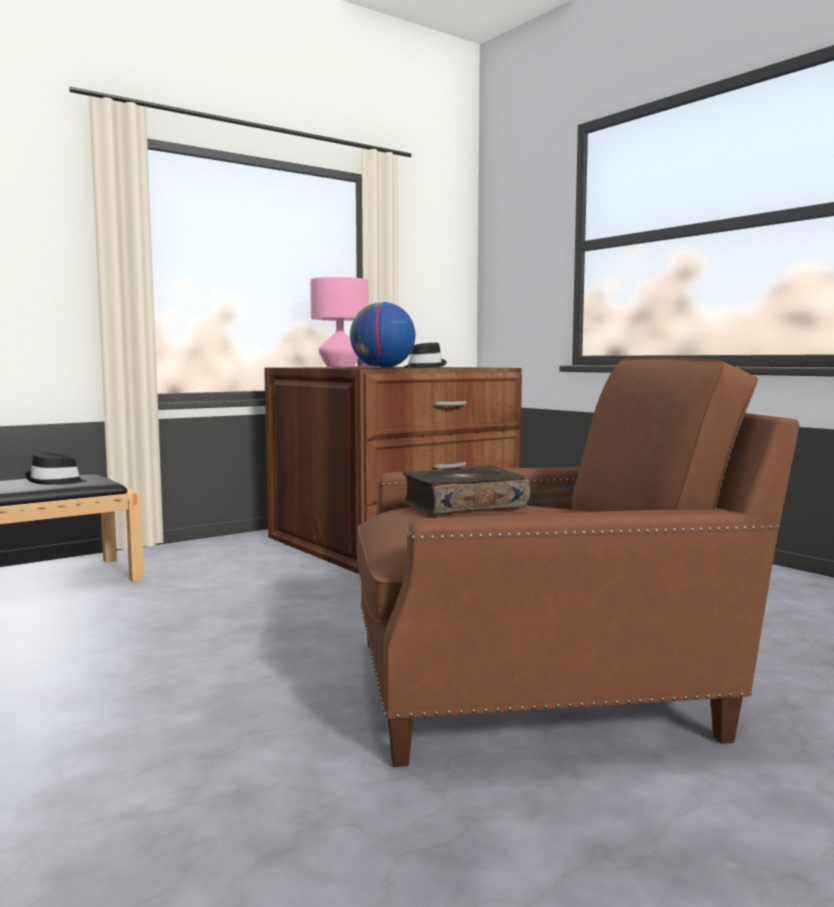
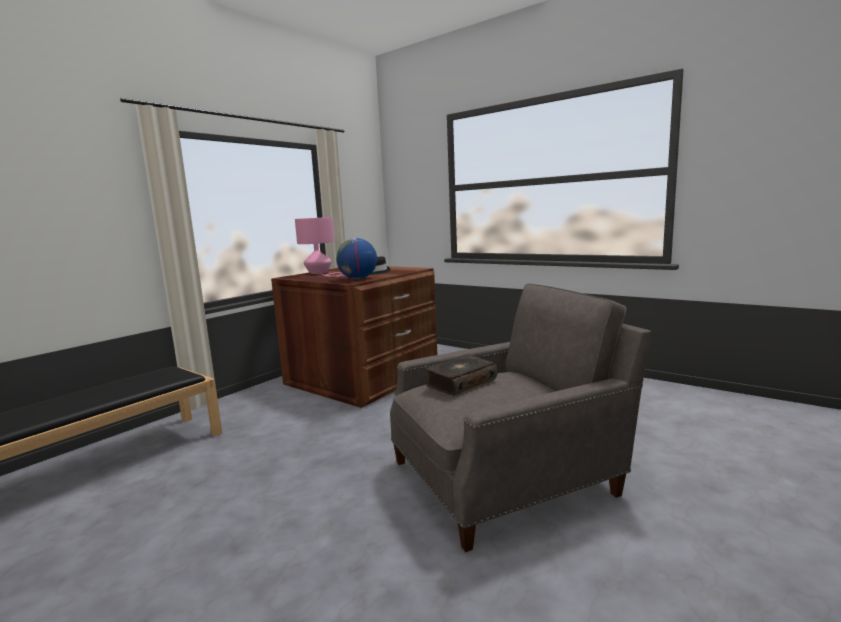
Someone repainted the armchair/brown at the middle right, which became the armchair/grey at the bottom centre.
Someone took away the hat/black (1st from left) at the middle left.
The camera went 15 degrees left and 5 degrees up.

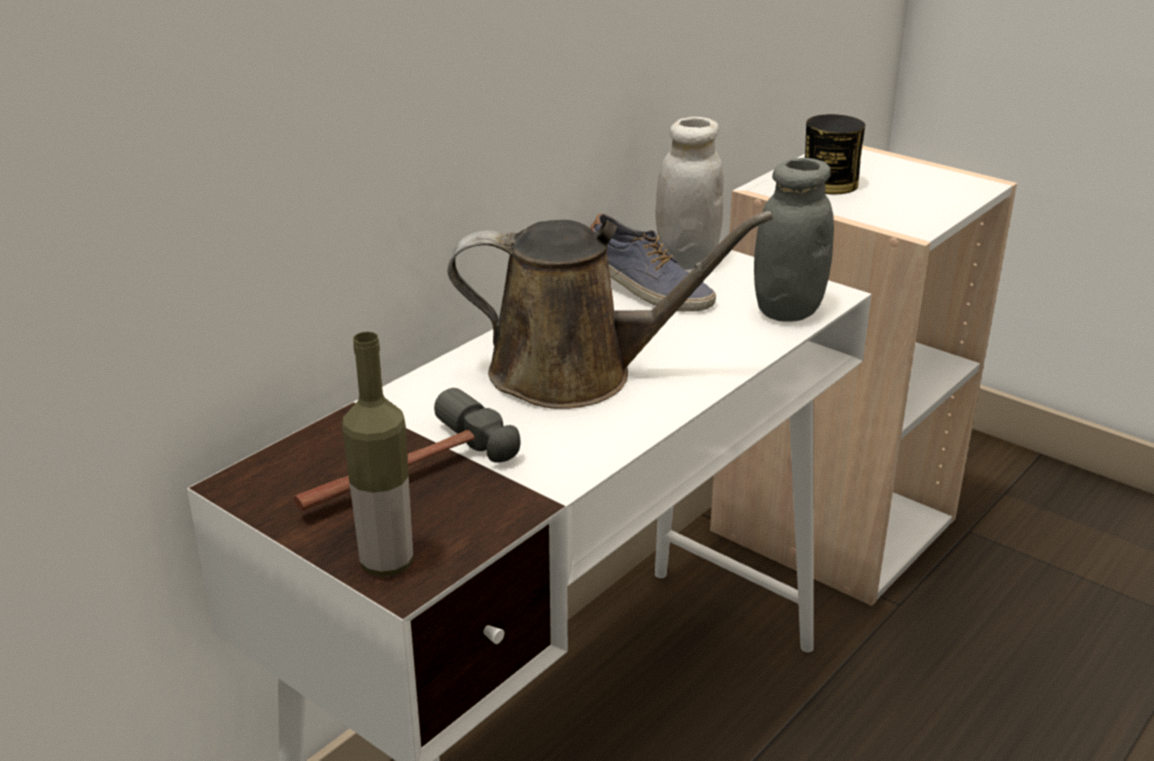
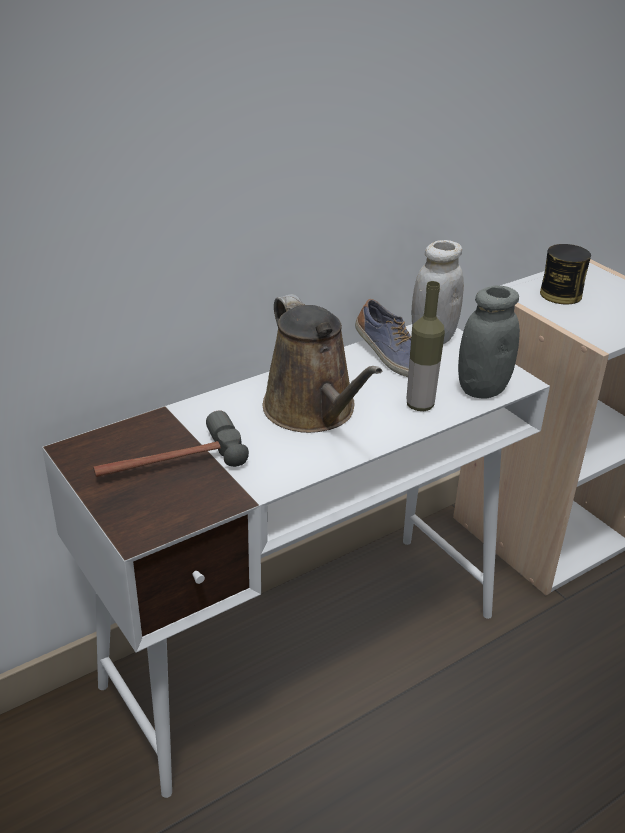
Someone rotated the watering can/brown at the centre by 45 degrees clockwise.
Someone carried the bottle from the middle left to the middle right.
The camera went 15 degrees right and 5 degrees up.

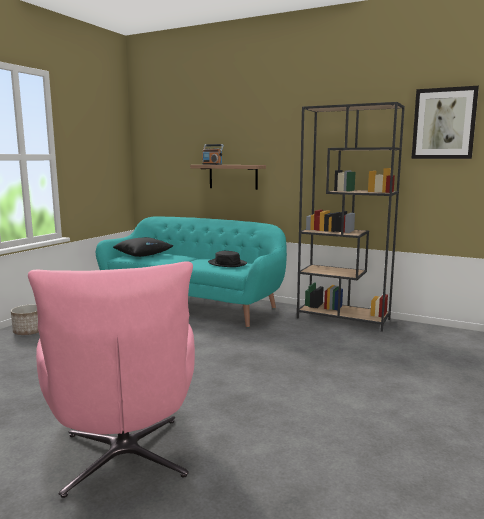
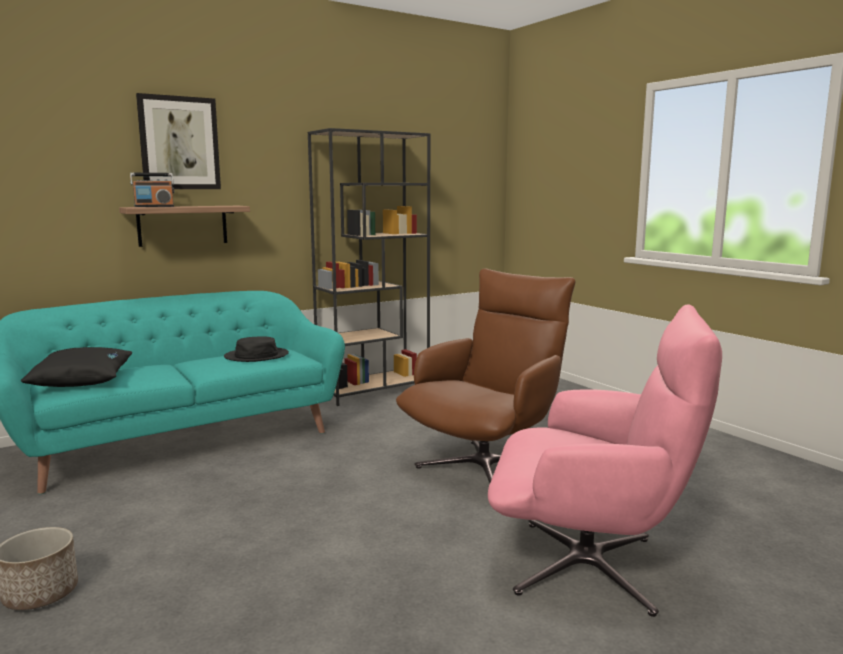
Someone carried the picture from the top right to the top left.
Someone put down the armchair/brown at the centre.
The camera went 60 degrees left and 0 degrees up.

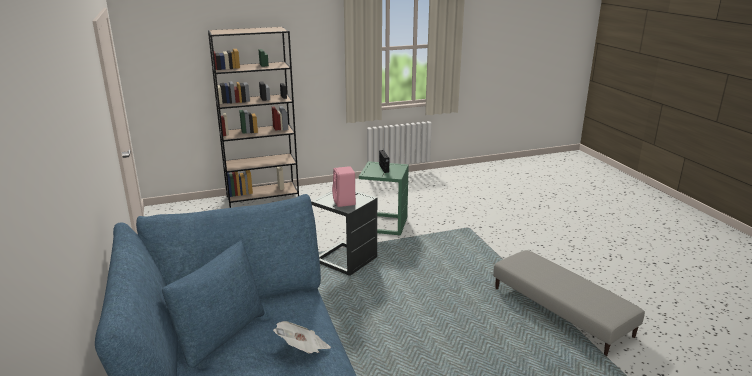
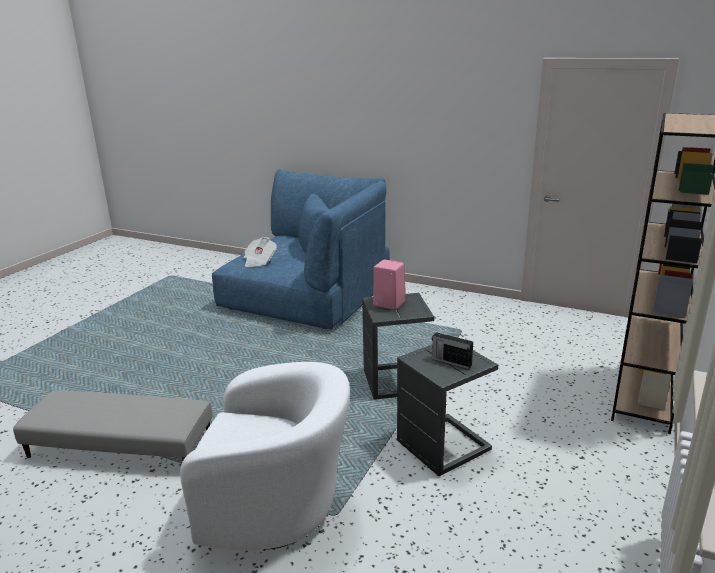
Someone repainted the side table/green at the centre, which became the side table/grey (2nd from left) at the bottom centre.
Someone put down the armchair/white at the bottom centre.
The camera went 135 degrees right and 0 degrees up.

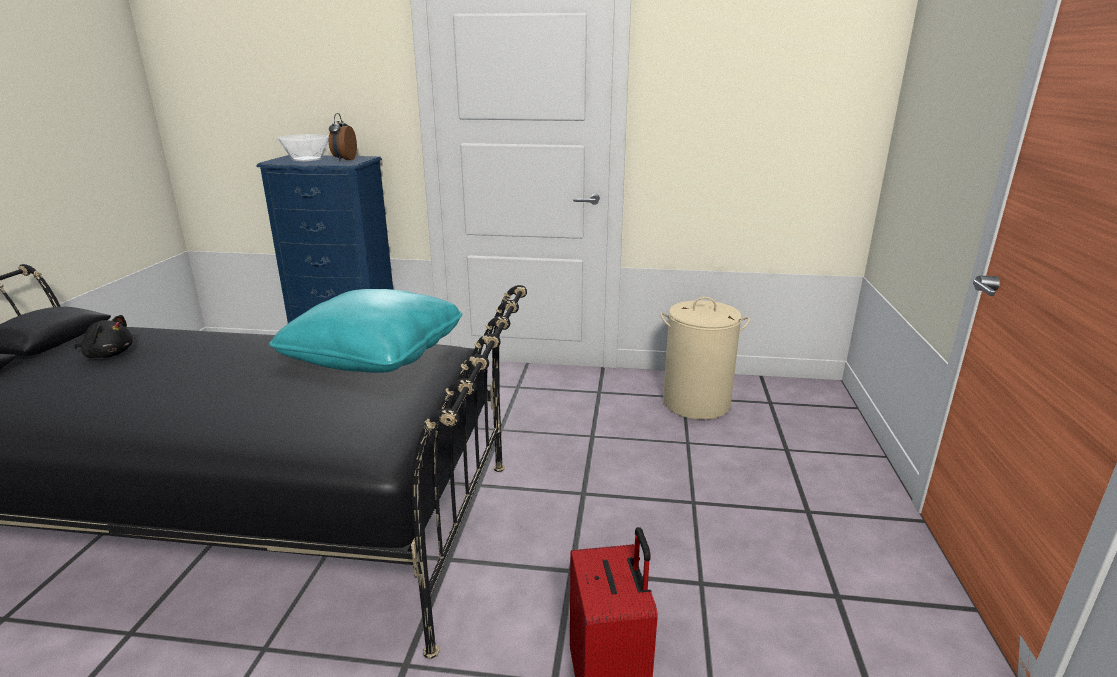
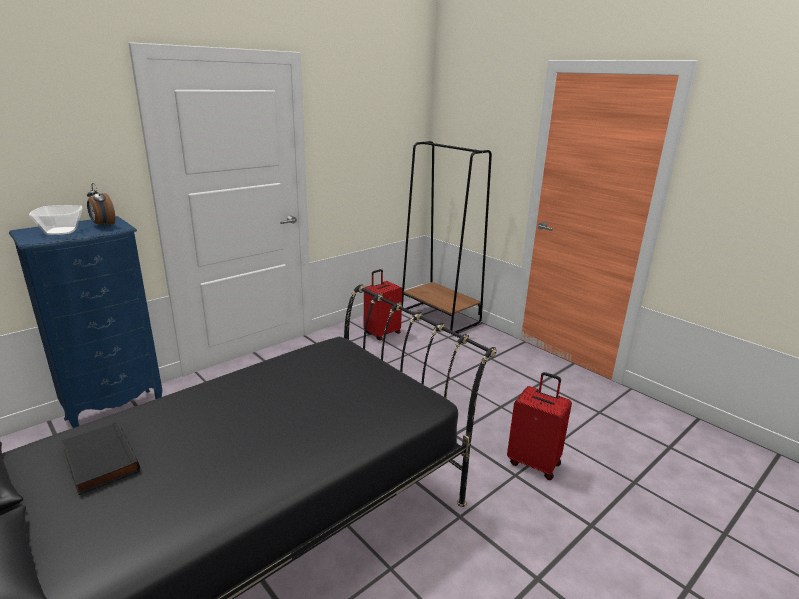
Someone took away the pillow/turquoise at the middle left.
Someone swapped the laundry basket/beige at the centre for the suitcase/red (1st from left) at the centre.
Someone swapped the plush toy/black at the middle left for the book/black at the bottom left.
Someone put down the clothes rack at the centre.
The camera went 50 degrees left and 0 degrees up.

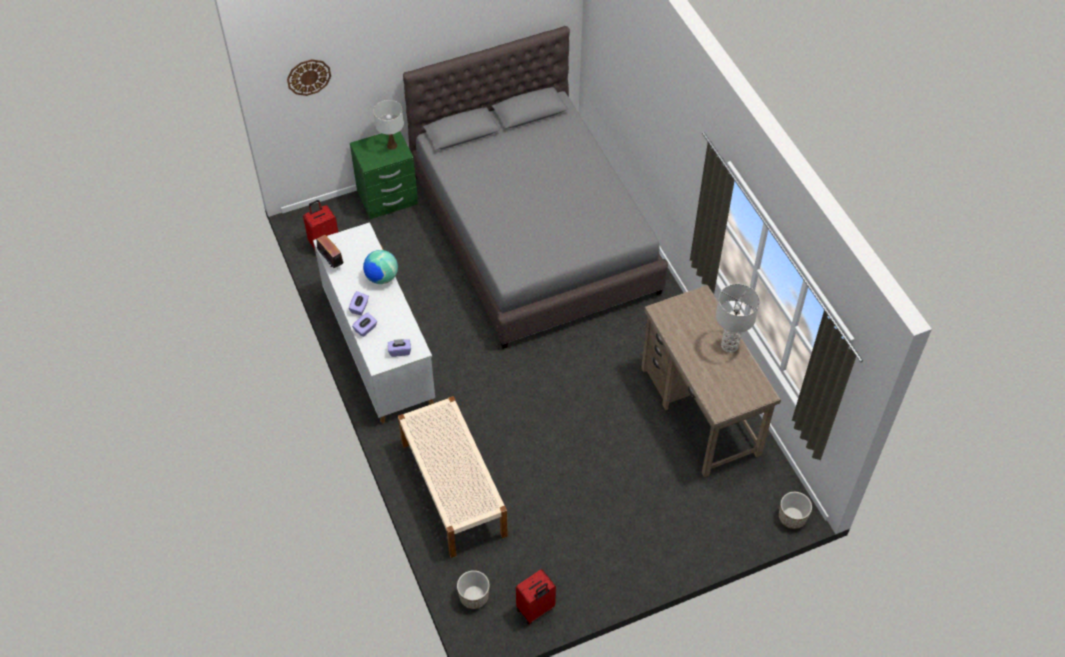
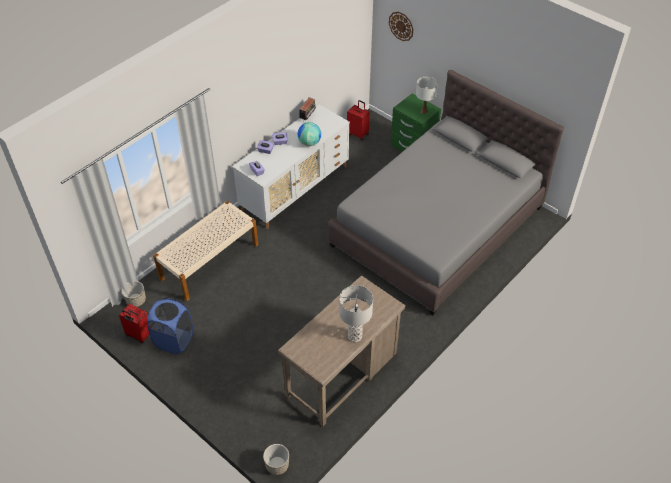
Someone put down the laundry basket/blue at the bottom left.
The camera went 65 degrees right and 5 degrees down.

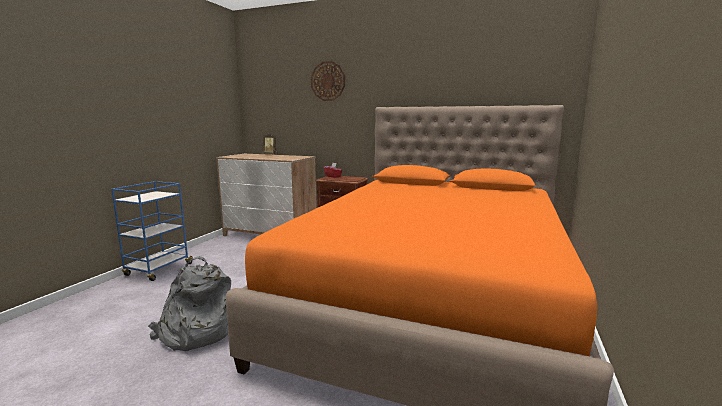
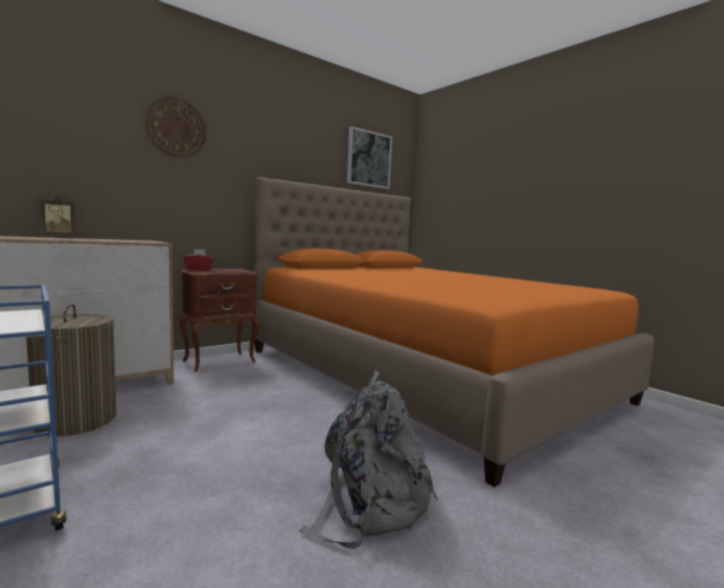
Someone put up the picture at the top centre.
Someone put down the laundry basket at the middle left.
The camera went 60 degrees left and 5 degrees down.

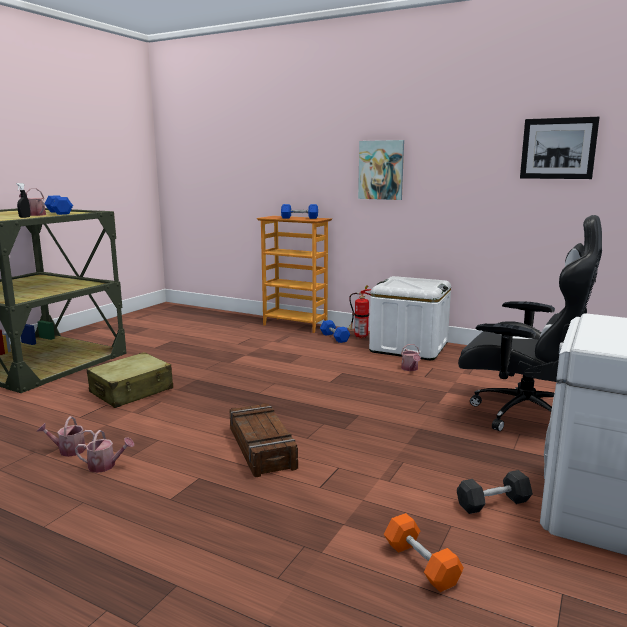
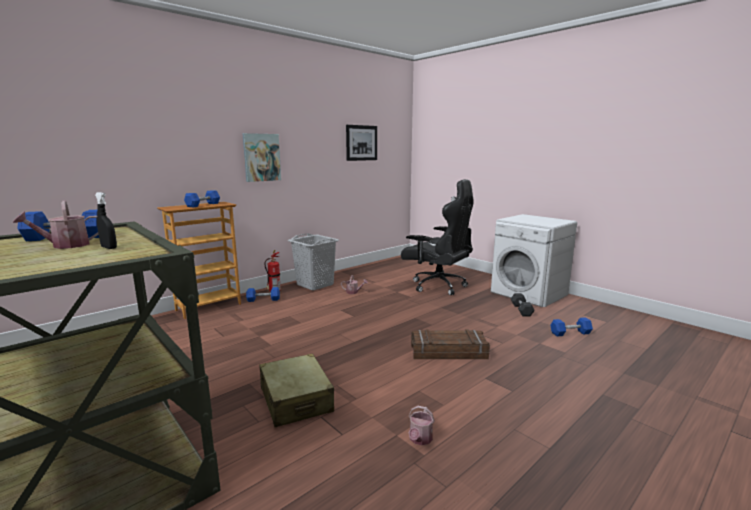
Someone rotated the office chair/black at the middle right by 75 degrees clockwise.
Someone swapped the storage box/white at the centre for the laundry basket/grey at the centre.
Someone took away the watering can (3rd from left) at the bottom left.
Someone repainted the dumbbell/orange at the bottom right, which became the dumbbell/blue (4th from left) at the middle right.
The camera went 70 degrees left and 0 degrees up.

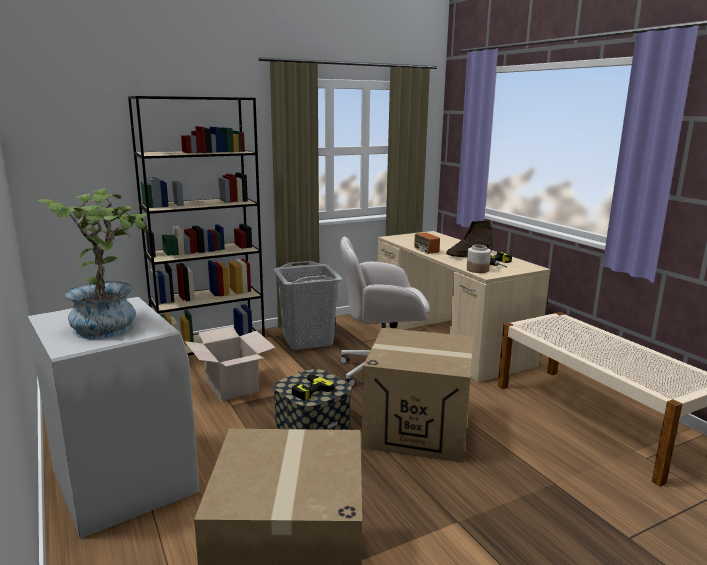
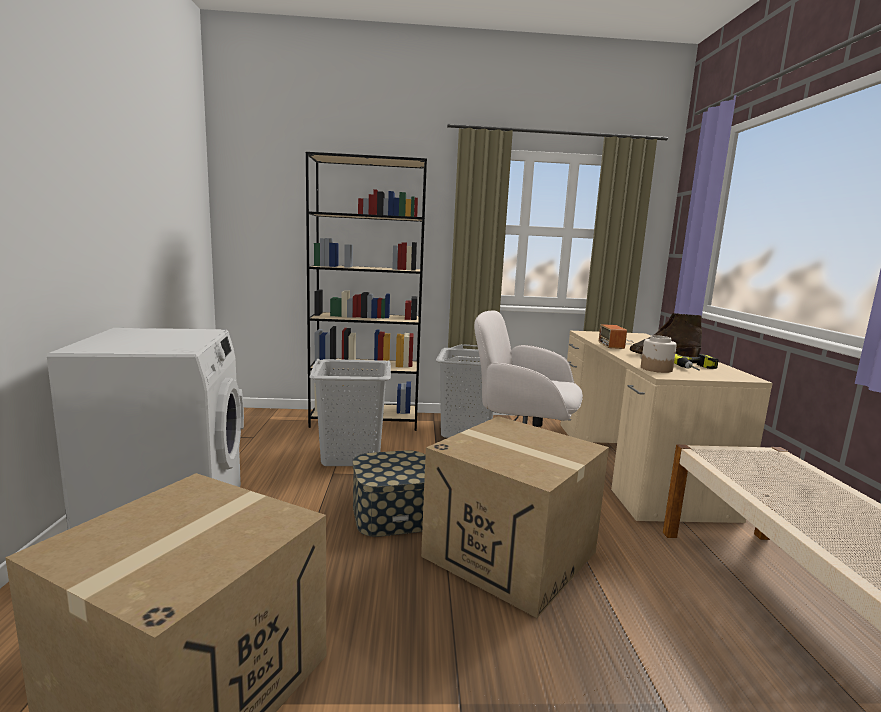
Someone took away the potted plant at the middle left.
Someone swapped the cardboard box (1st from left) at the middle left for the laundry basket/grey (1st from left) at the centre.
Someone took away the power drill (1st from left) at the bottom centre.
The camera went 25 degrees right and 5 degrees down.

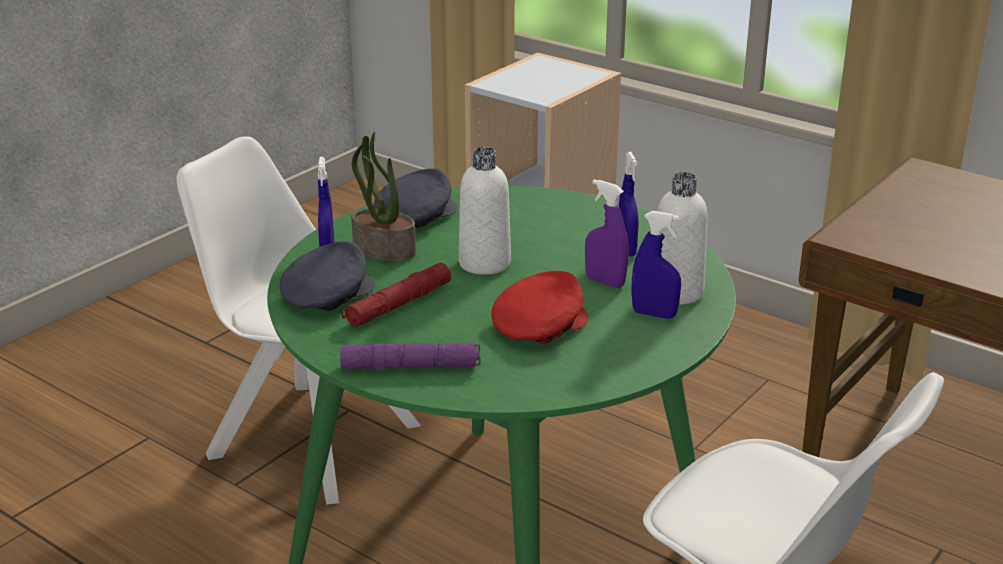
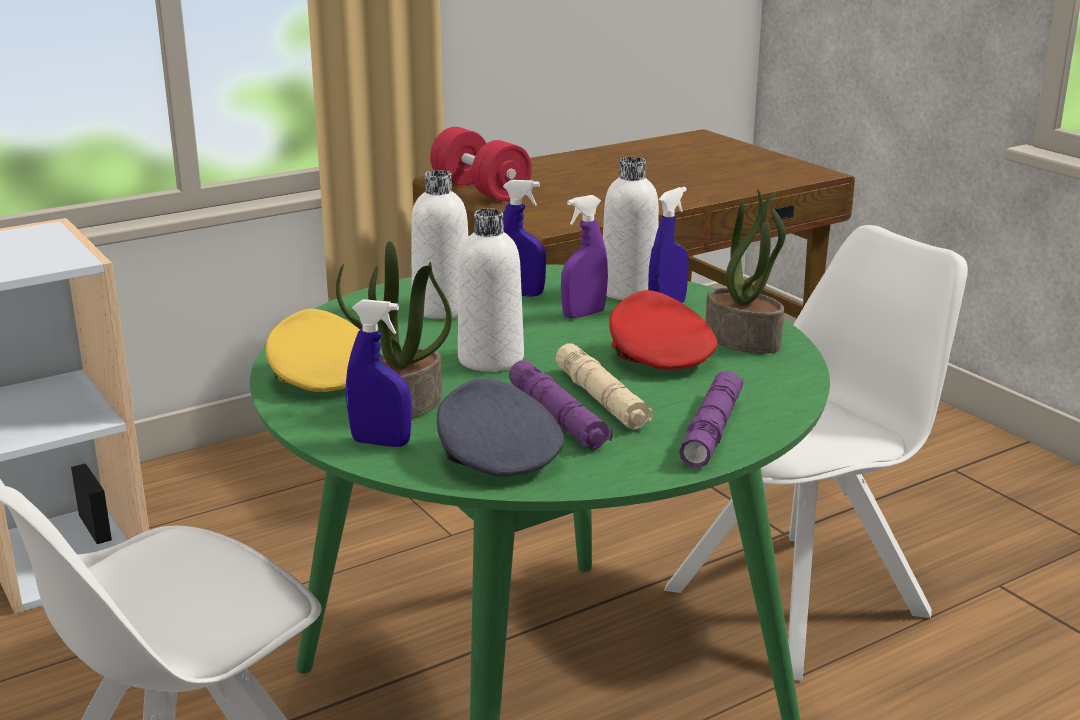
Someone repainted the cap/grey (2nd from left) at the centre, which became the cap/yellow at the middle left.
Someone repainted the flashlight/red at the centre, which became the flashlight/purple (1st from left) at the centre.
Someone put down the dumbbell/red at the top centre.
Someone put down the bottle/white (1st from left) at the centre.
Someone put down the potted plant (2nd from left) at the middle right.
Someone put down the flashlight/beige at the centre.
The camera went 70 degrees left and 5 degrees down.

